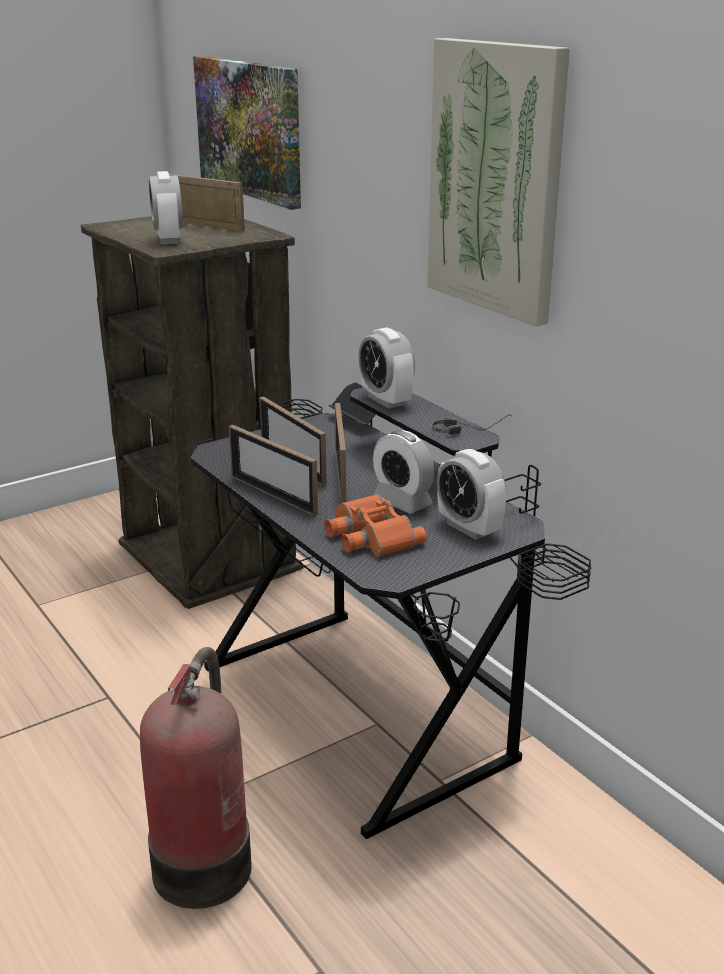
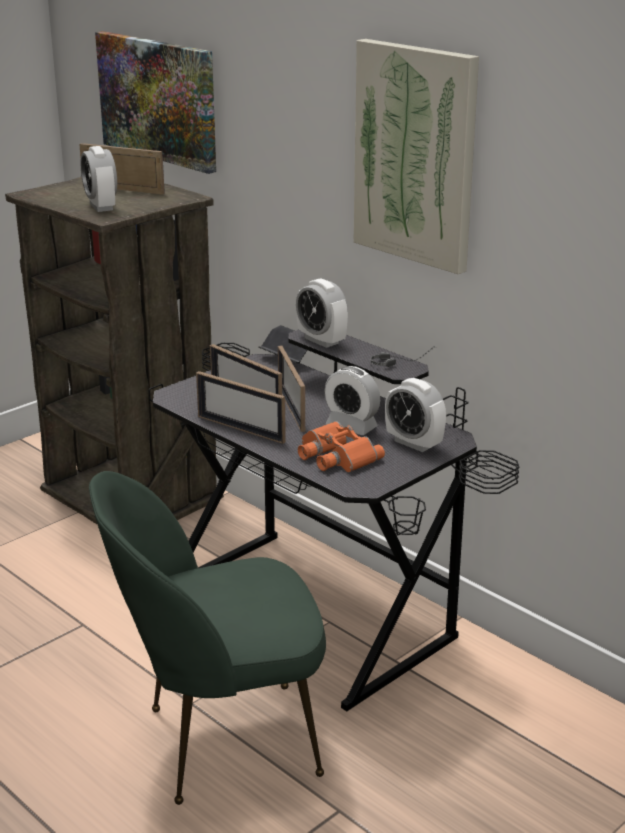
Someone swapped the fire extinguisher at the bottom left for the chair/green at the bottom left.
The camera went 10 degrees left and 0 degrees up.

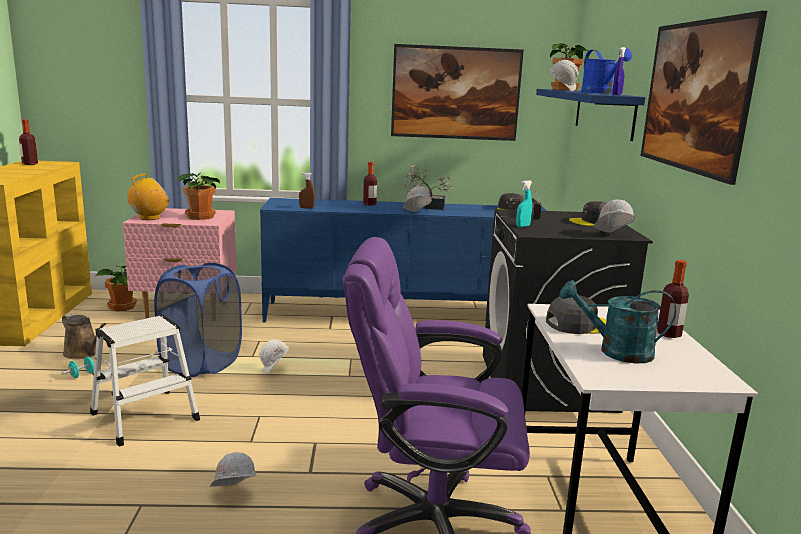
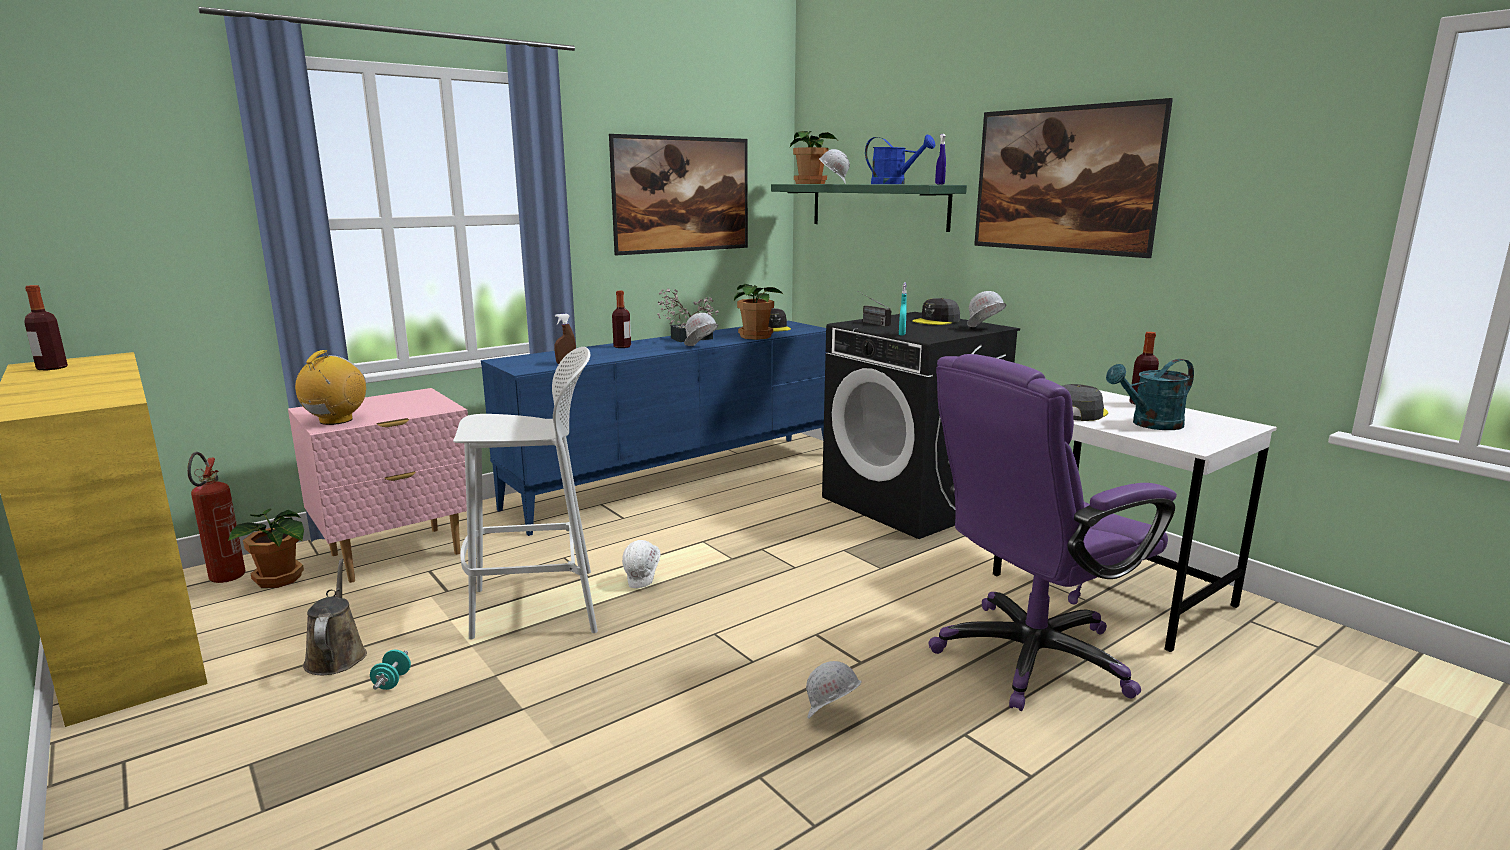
Someone repainted the shelf/blue at the top right, which became the shelf/green at the top centre.
Someone carried the potted plant (2nd from left in the first image) from the middle left to the centre.
Someone swapped the laundry basket/blue at the middle left for the stool/white at the centre.
Someone rotated the watering can/brown at the middle left by 105 degrees counterclockwise.
Someone took away the step ladder/white at the bottom left.
Someone put down the fire extinguisher at the middle left.
The camera went 35 degrees left and 0 degrees up.

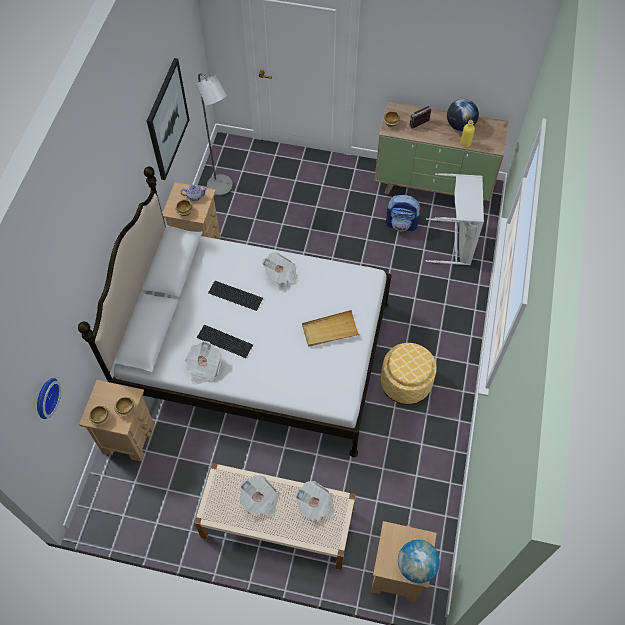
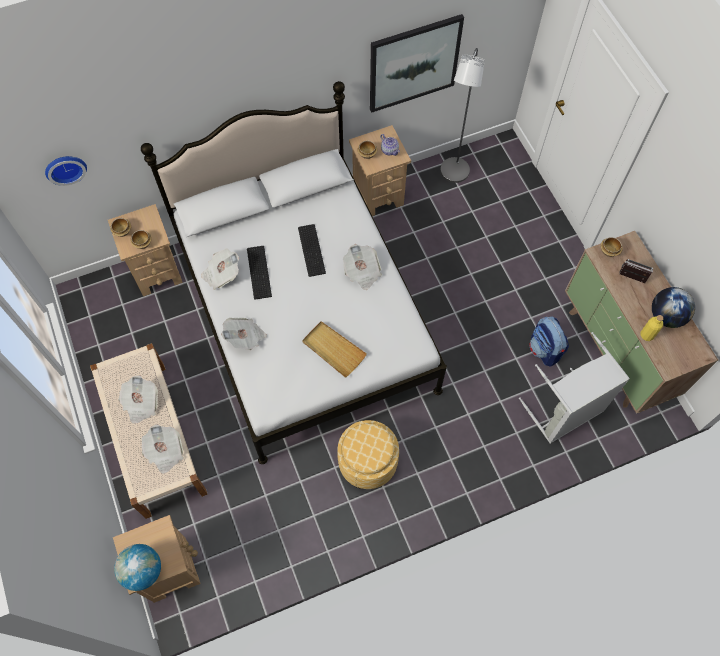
Someone put down the newspaper (4th from left) at the centre.
The camera went 55 degrees right and 5 degrees up.

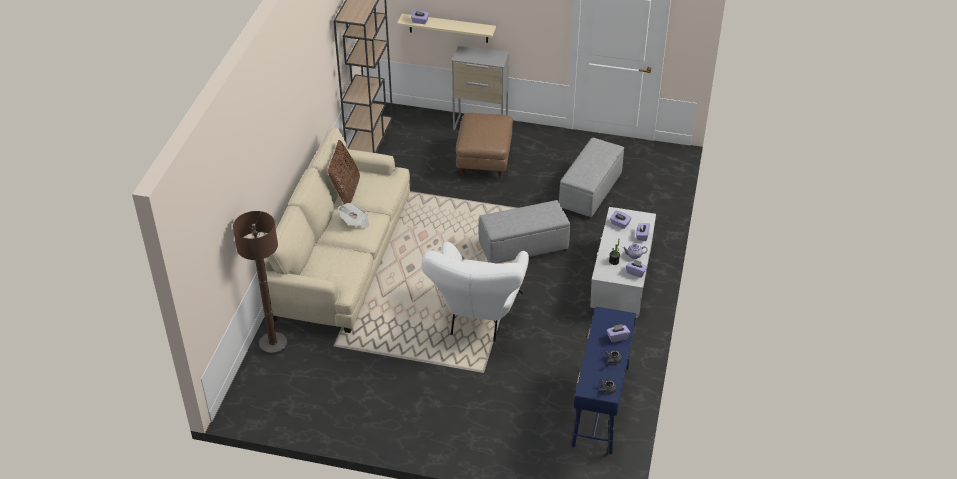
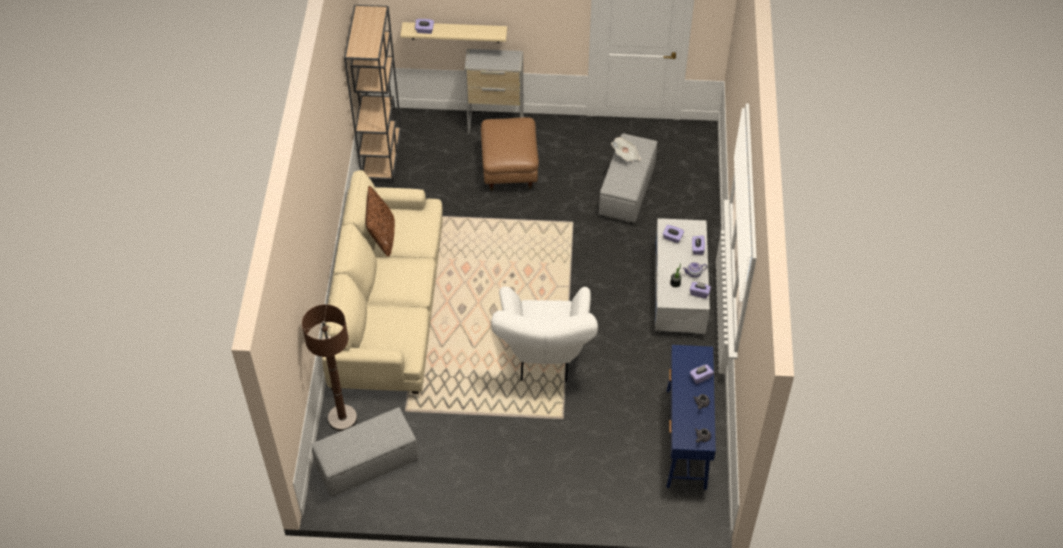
Someone carried the ottoman/grey (1st from left) from the centre to the bottom centre.
Someone carried the newspaper from the centre to the top centre.
The camera went 10 degrees left and 10 degrees up.

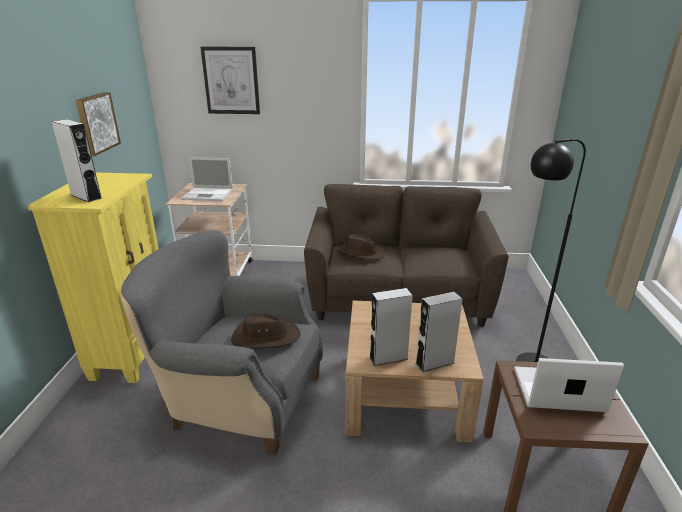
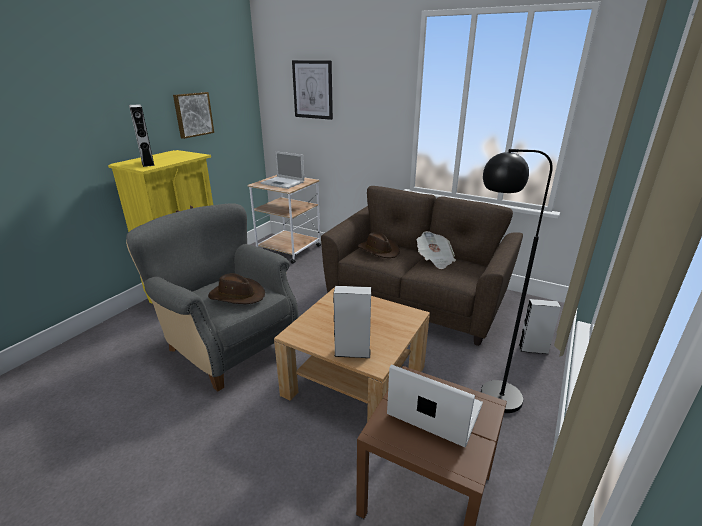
Someone carried the speaker/grey (2nd from left in the first image) from the centre to the middle right.
Someone put down the newspaper at the centre.
The camera went 25 degrees right and 0 degrees up.

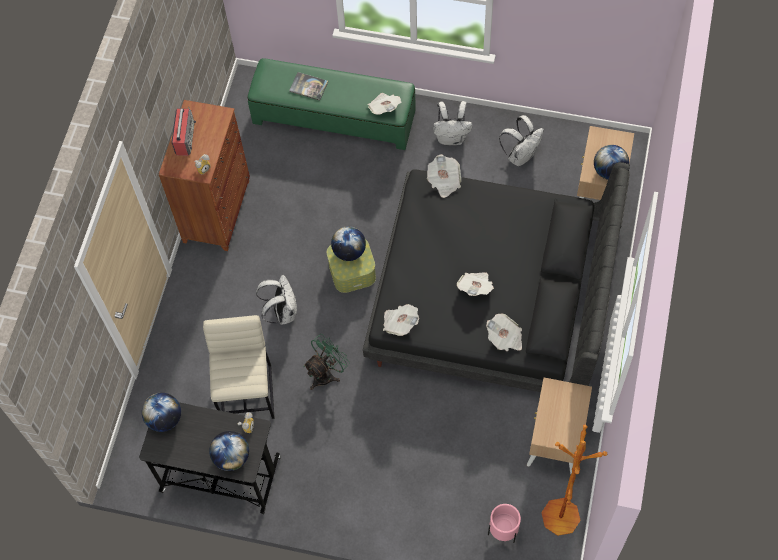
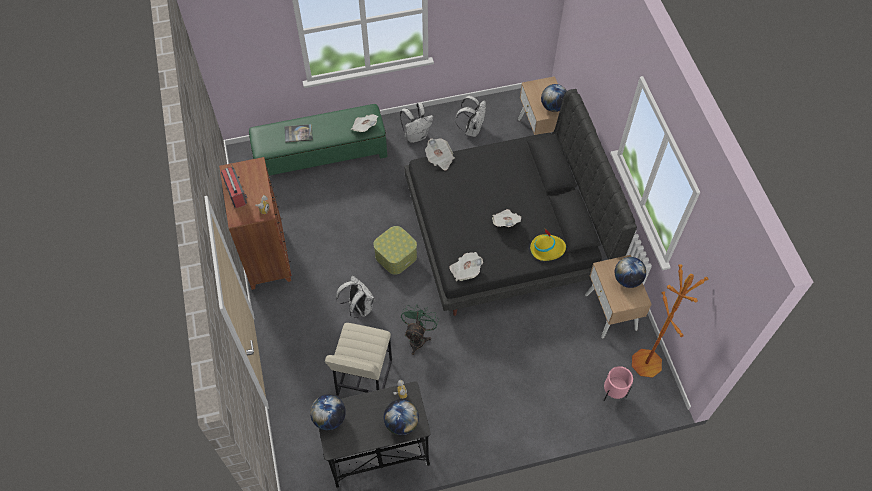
Someone carried the globe (3rd from left in the first image) from the centre to the middle right.
Someone swapped the newspaper (5th from left) at the centre for the hat/yellow at the centre.
Someone rotated the chair/beige at the middle left by 135 degrees counterclockwise.
The camera went 30 degrees left and 5 degrees down.

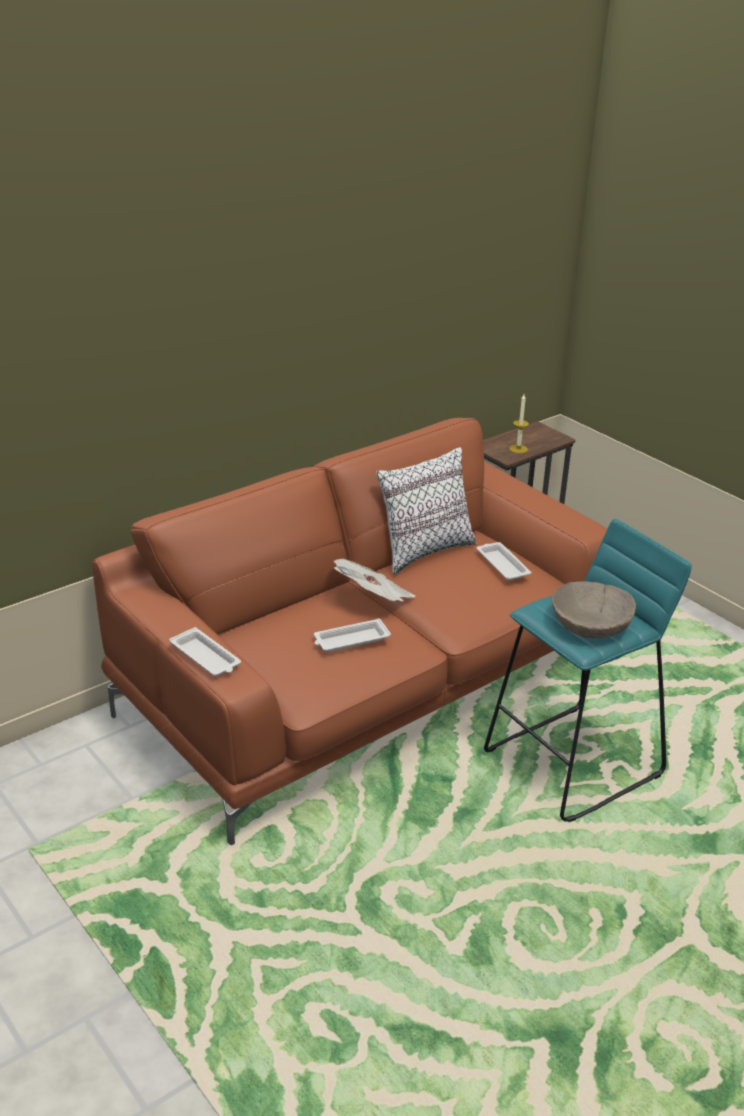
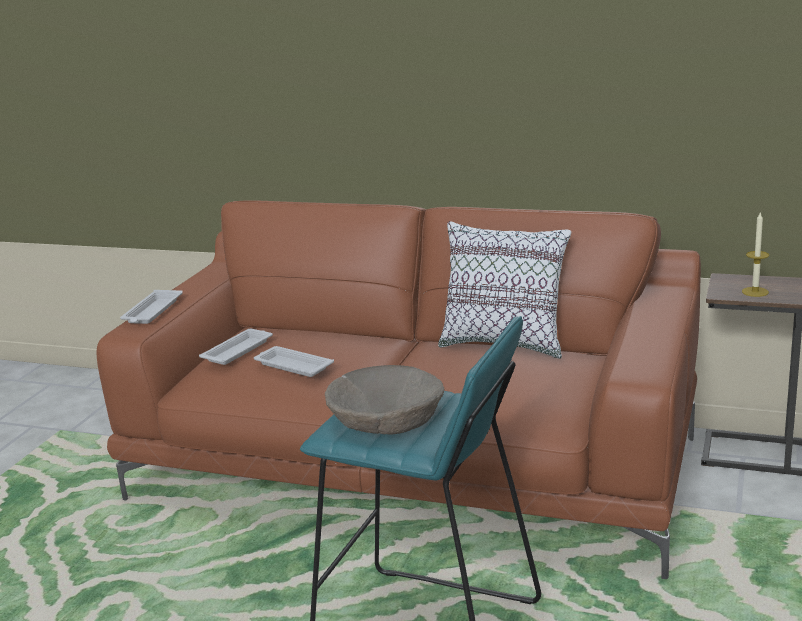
Someone carried the tray/white (3rd from left in the first image) from the middle right to the middle left.
Someone took away the newspaper at the centre.
The camera went 60 degrees right and 10 degrees down.

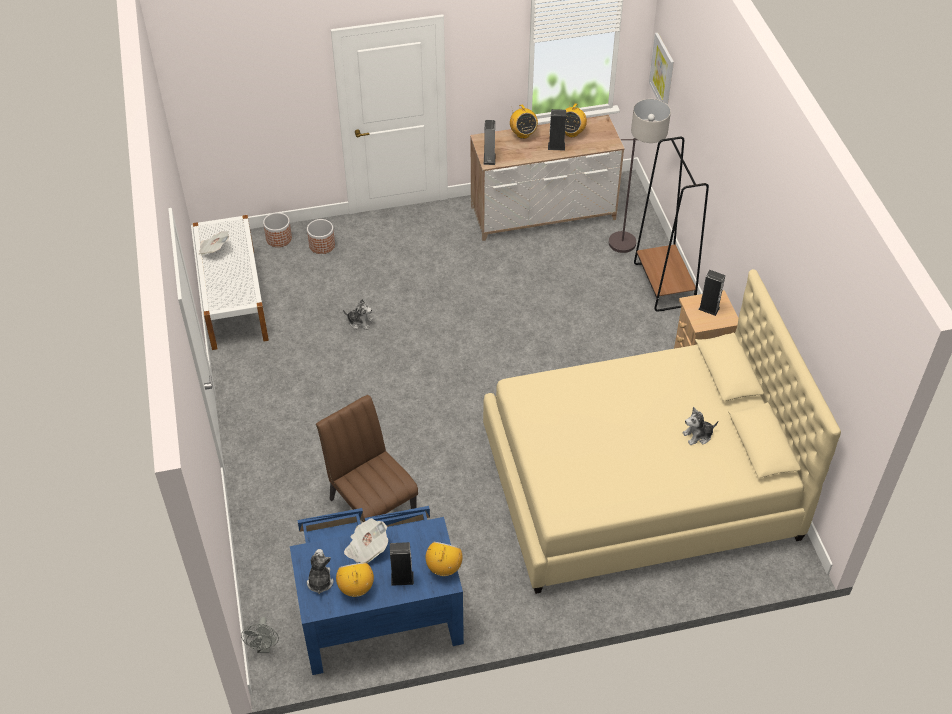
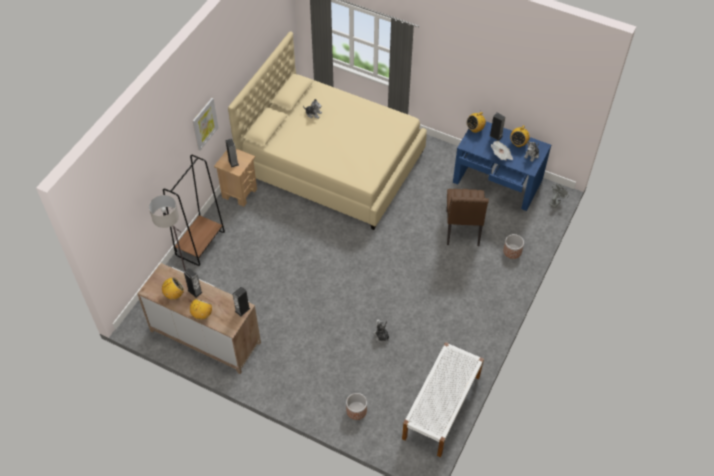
Someone carried the picture from the top right to the top left.
Someone carried the planter (1st from left in the first image) from the top left to the middle right.
Someone took away the newspaper (1st from left) at the middle left.
The camera went 140 degrees left and 5 degrees up.

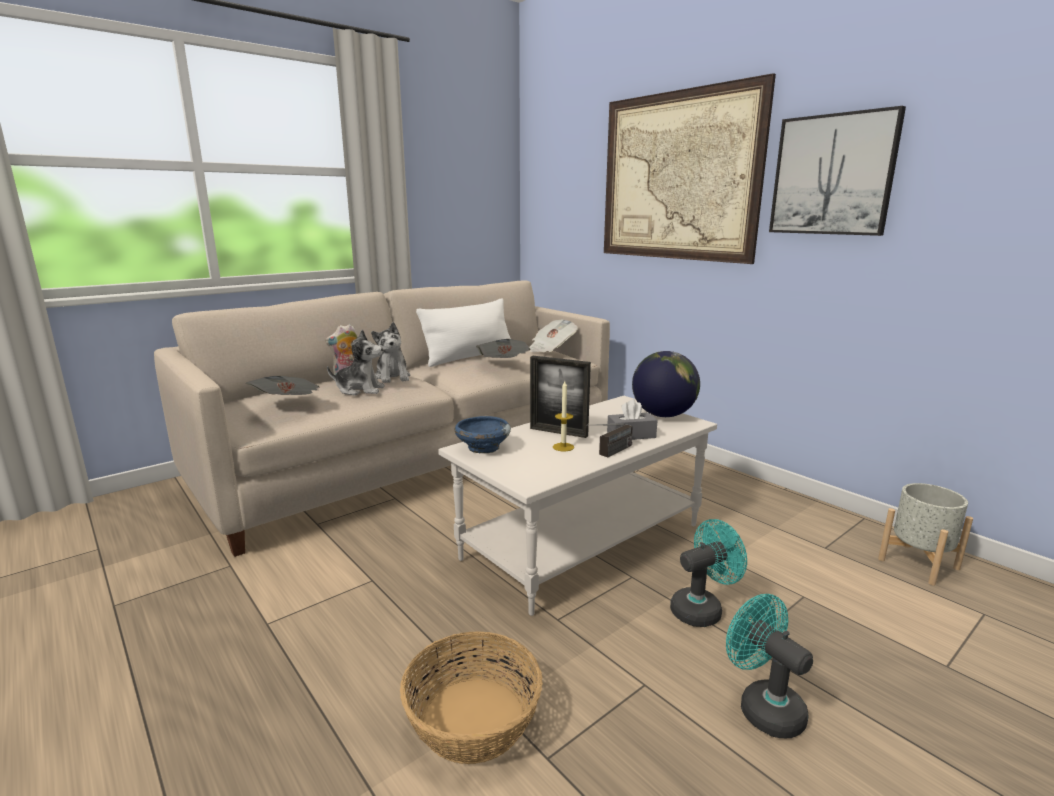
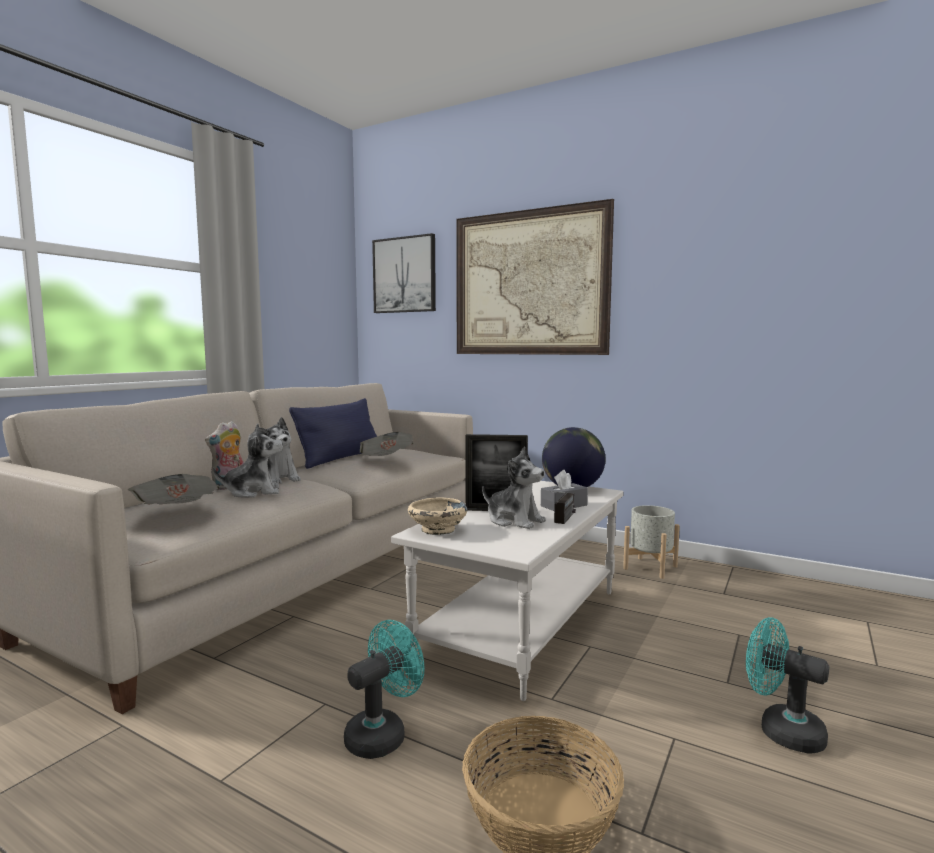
Someone carried the picture (2nd from left in the first image) from the top right to the top centre.
Someone repainted the pillow/white at the centre, which became the pillow/blue at the centre.
Someone took away the newspaper (3rd from left) at the centre.
Someone swapped the candle at the centre for the plush toy (4th from left) at the centre.
Someone repainted the bowl/blue at the centre, which became the bowl/beige at the centre.
Someone carried the planter/grey from the bottom right to the middle right.
Someone carried the fan/turquoise (1st from left) from the bottom right to the bottom centre.
The camera went 20 degrees left and 10 degrees down.

